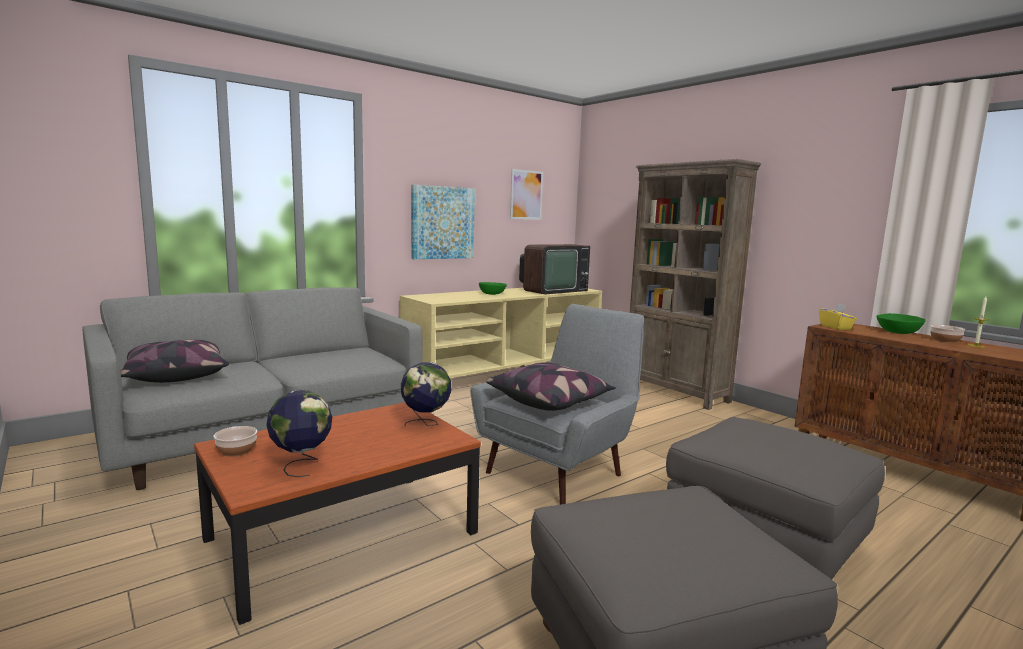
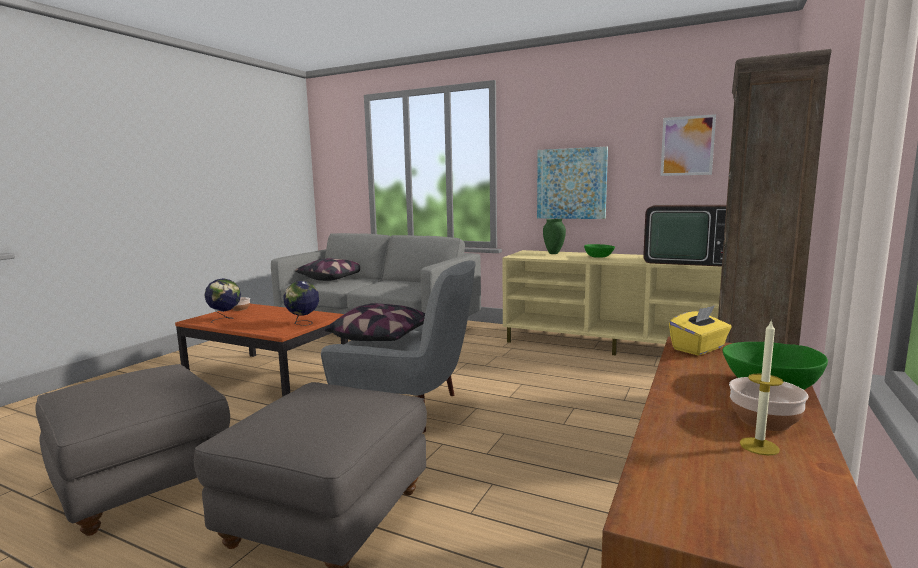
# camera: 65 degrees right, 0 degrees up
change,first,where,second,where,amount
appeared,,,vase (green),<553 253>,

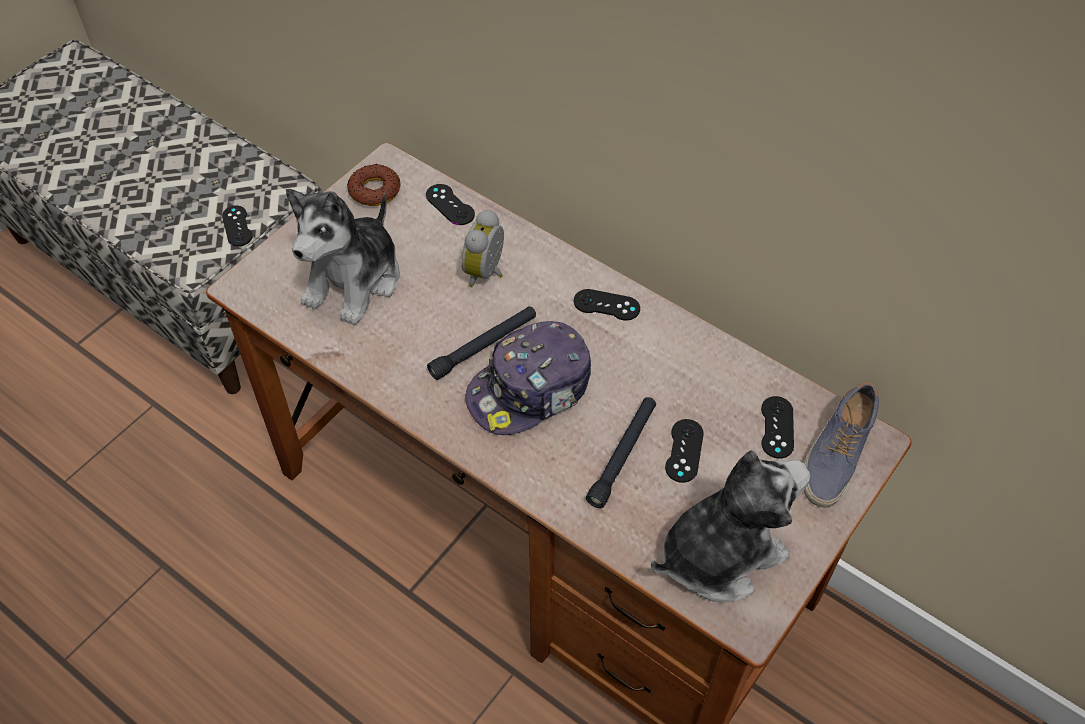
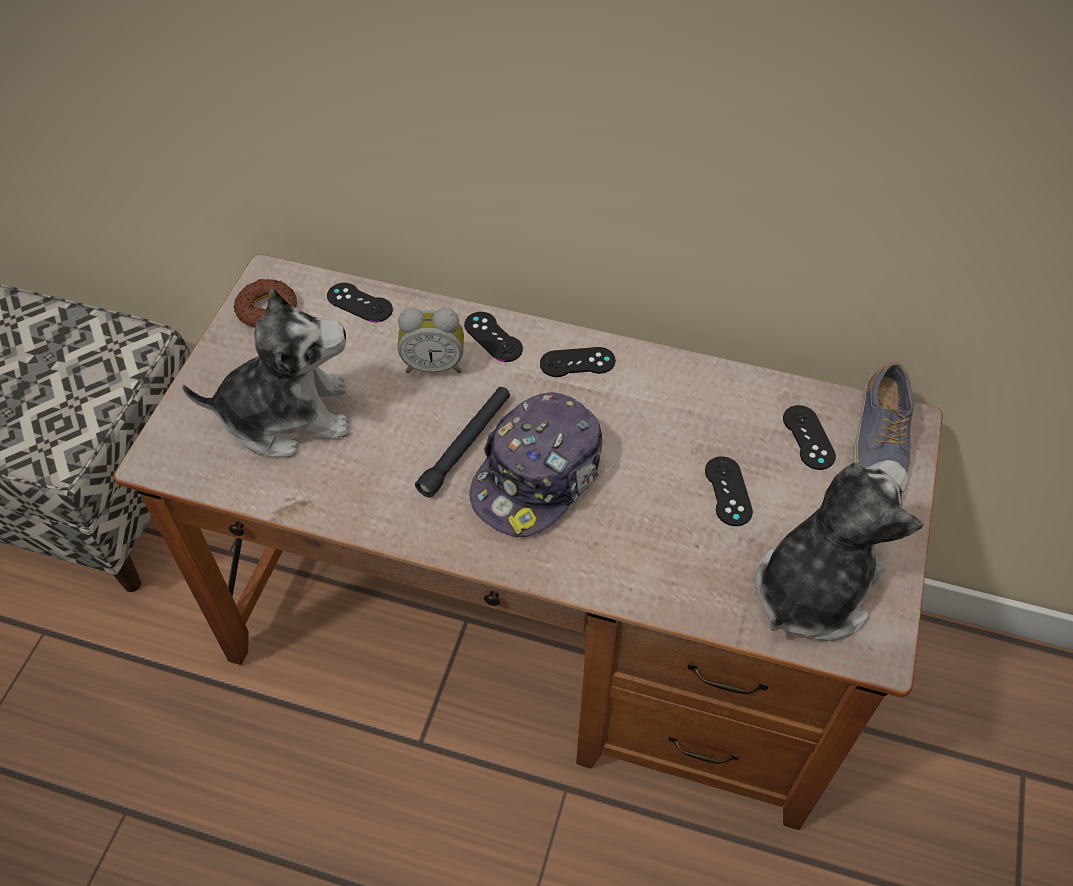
# camera: 20 degrees left, 0 degrees up
change,first,where,second,where,amount
missing,flashlight (black),<622 455>,,,
relocated,game controller (black),<237 226>,,<493 337>,
spun,plush toy,<354 281>,,<287 415>,105 degrees counterclockwise
spun,alarm clock,<487 273>,,<434 364>,90 degrees counterclockwise

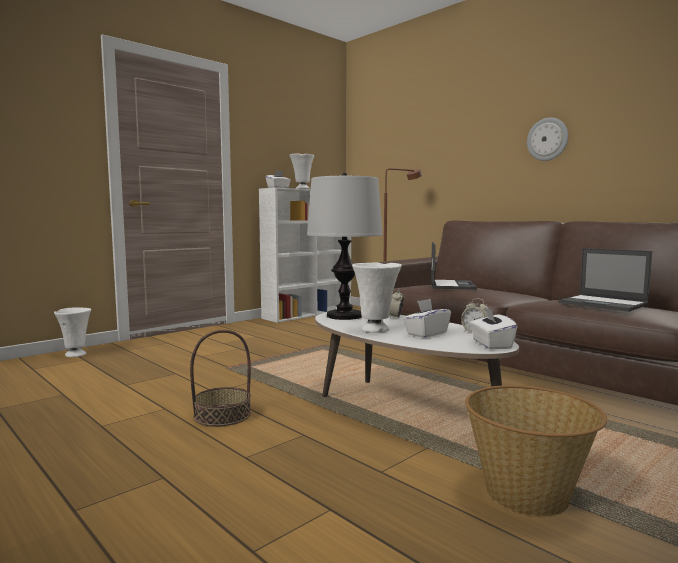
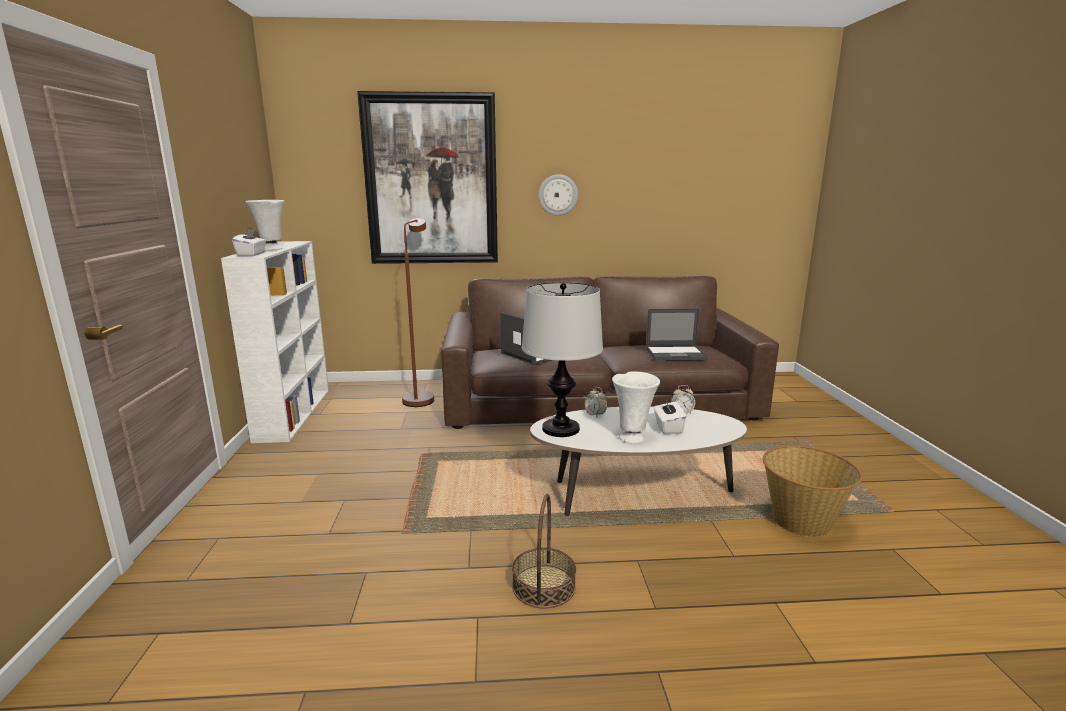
# camera: 50 degrees left, 10 degrees up
change,first,where,second,where,amount
missing,vase (white),<75 354>,,,
missing,tissue box (white),<491 344>,,,
appeared,,,picture,<431 181>,

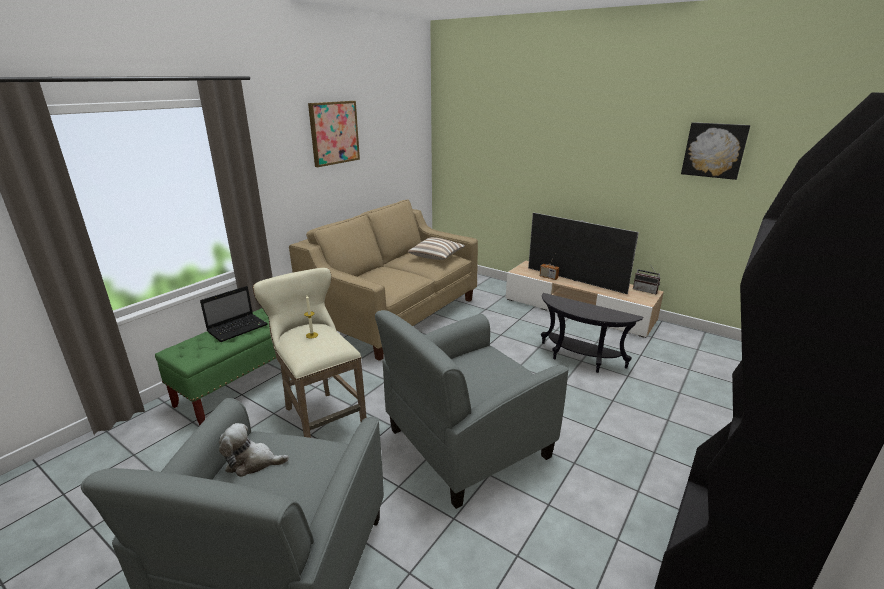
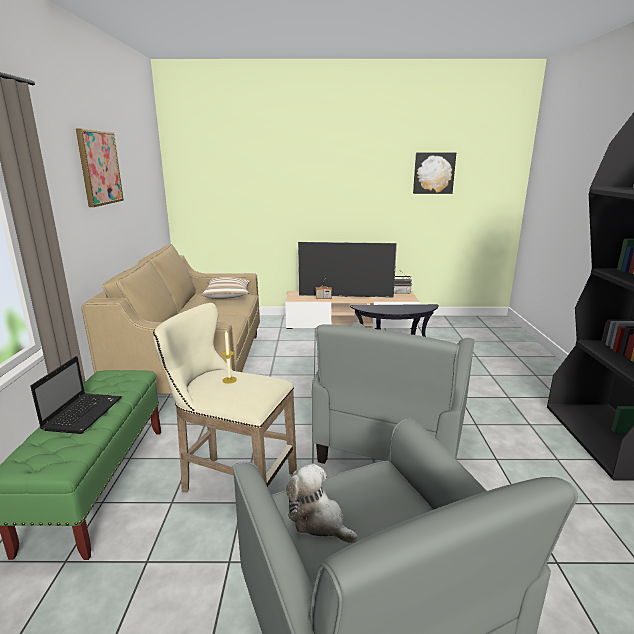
# camera: 35 degrees left, 5 degrees down
change,first,where,second,where,amount
spun,plush toy,<252 462>,,<319 520>,75 degrees clockwise

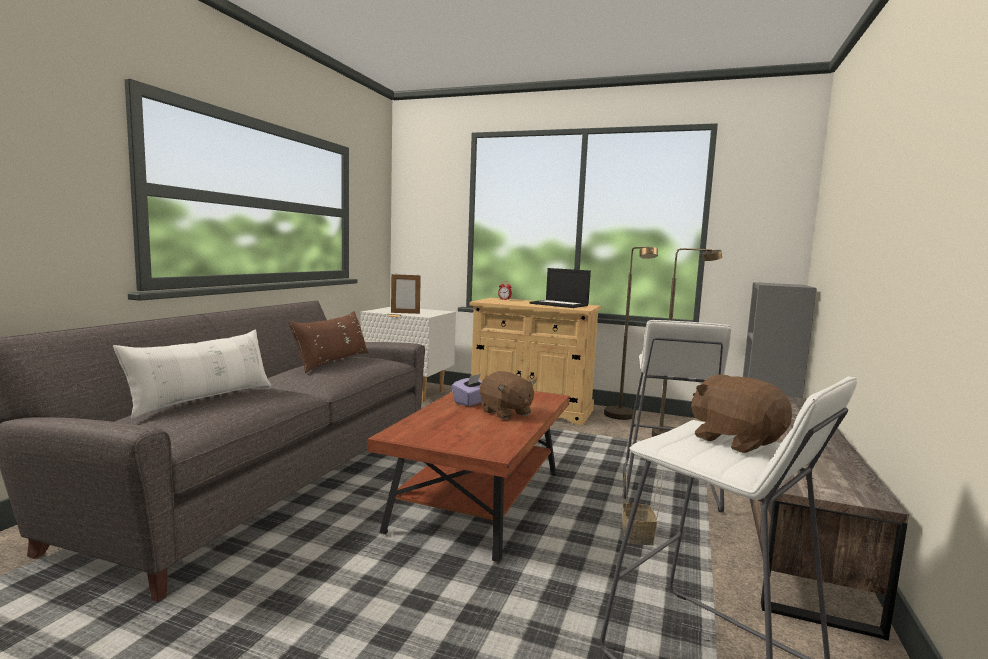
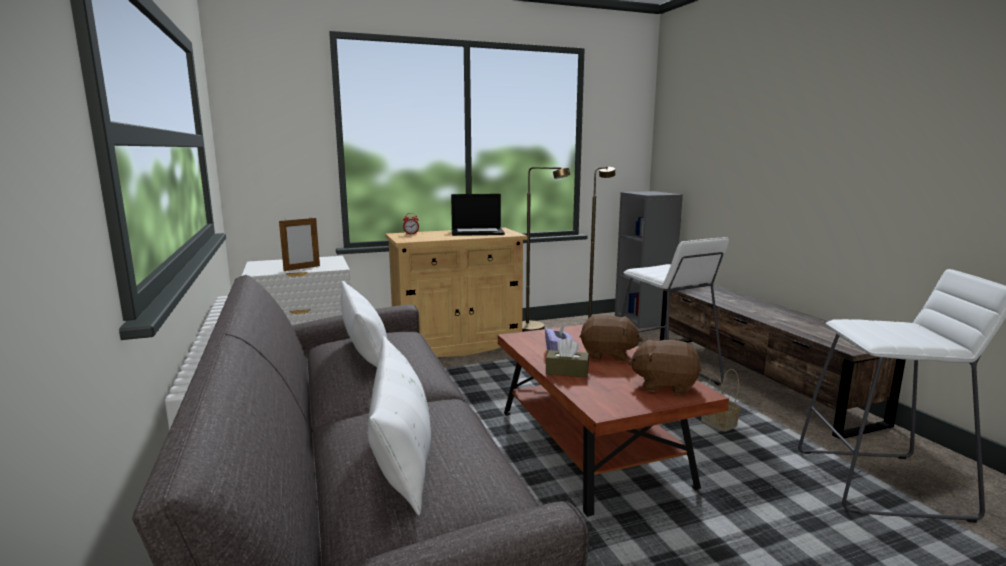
# camera: 40 degrees left, 5 degrees up
change,first,where,second,where,amount
appeared,,,tissue box (brown),<567 372>,
relocated,plush toy (brown),<735 441>,,<664 385>,
colour,pillow (brown),<333 361>,pillow (white),<365 352>,

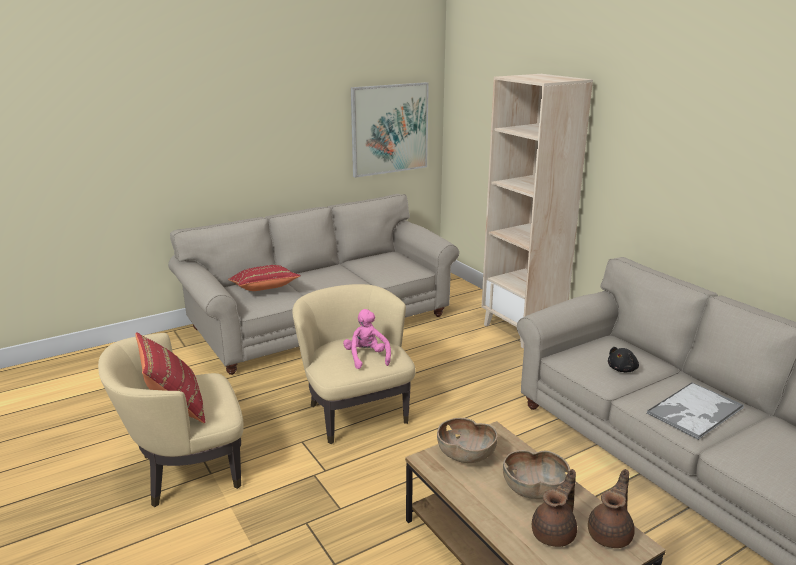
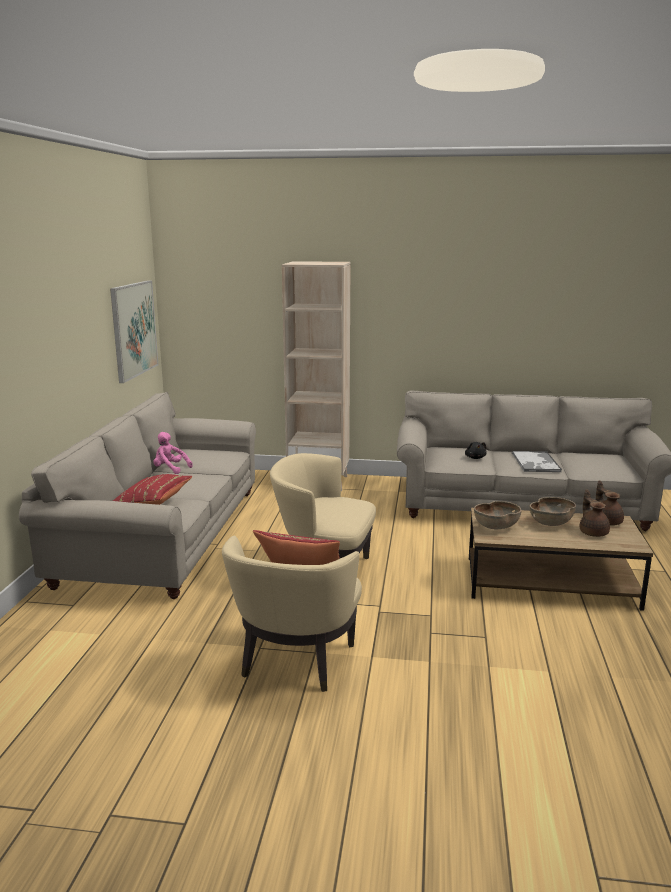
# camera: 50 degrees left, 5 degrees down
change,first,where,second,where,amount
relocated,plush toy (pink),<366 357>,,<170 469>,

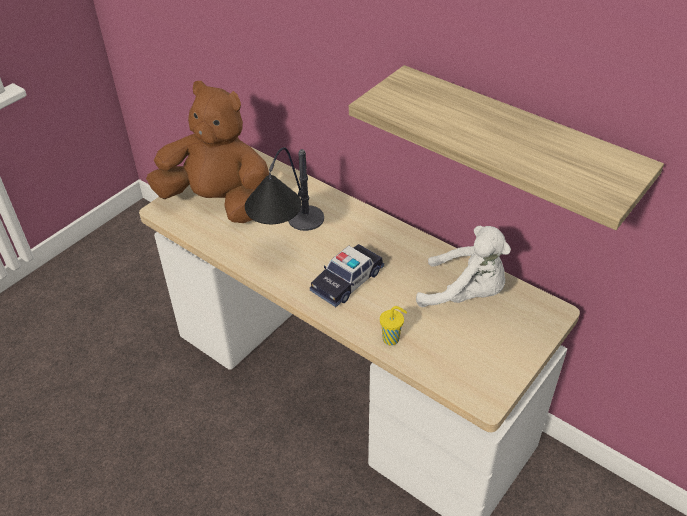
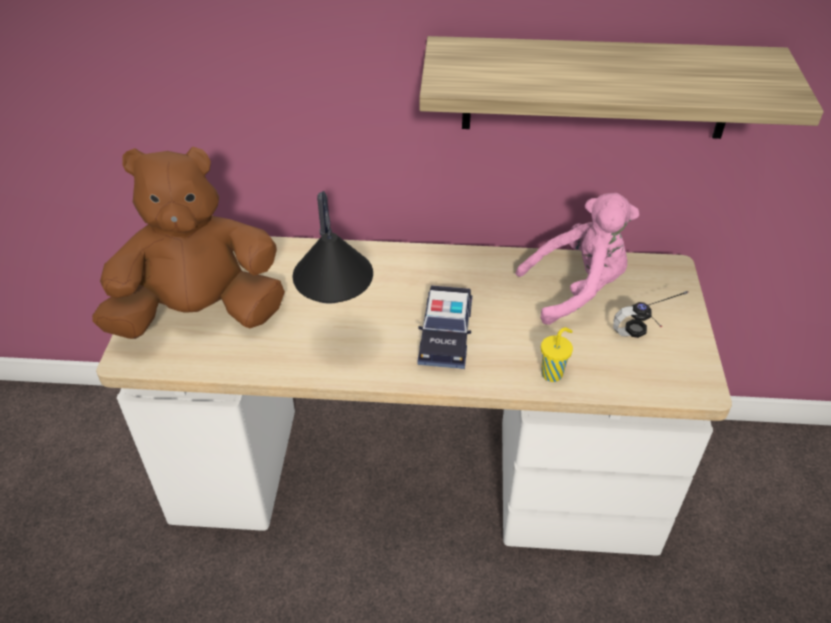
# camera: 35 degrees left, 0 degrees up
change,first,where,second,where,amount
appeared,,,headphones,<650 335>,
colour,plush toy (white),<465 293>,plush toy (pink),<576 289>,

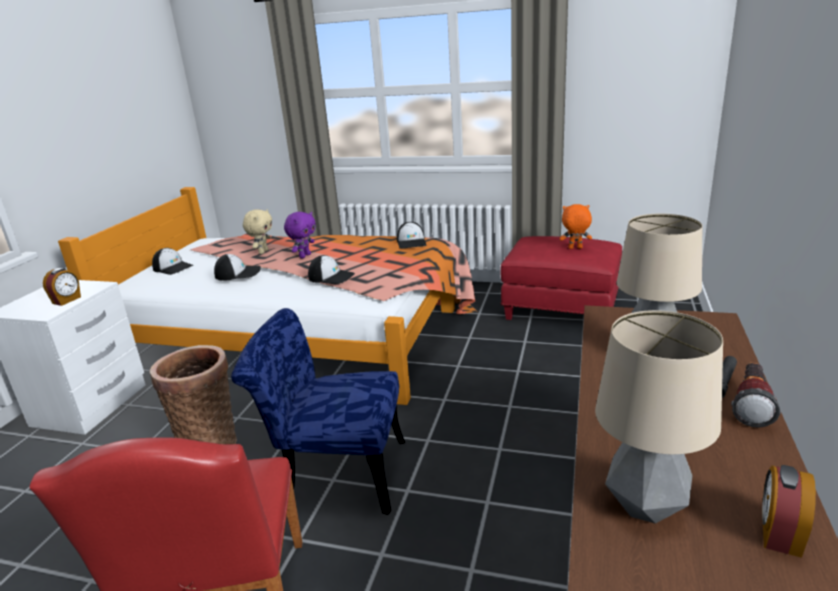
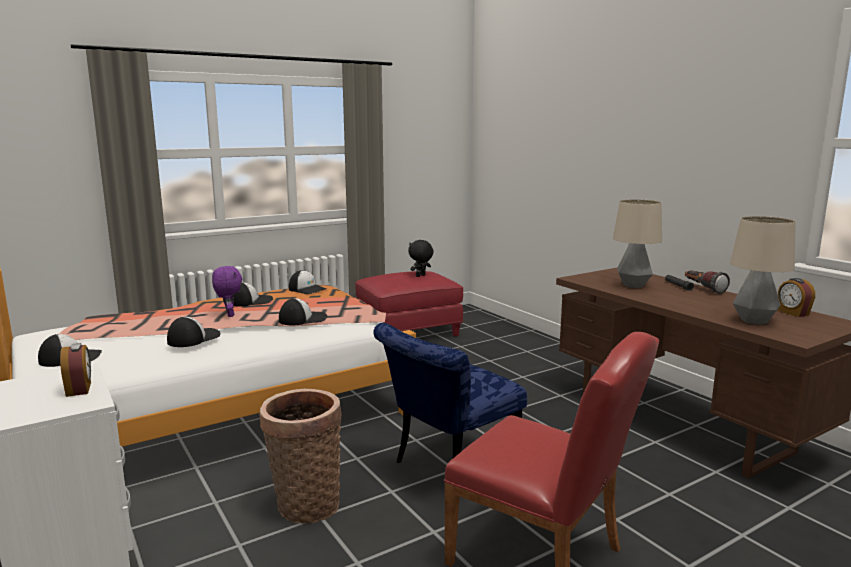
# camera: 50 degrees left, 10 degrees down
change,first,where,second,where,amount
missing,plush toy (beige),<263 251>,,,
appeared,,,cap,<250 301>,
colour,plush toy (orange),<575 248>,plush toy (black),<420 276>,

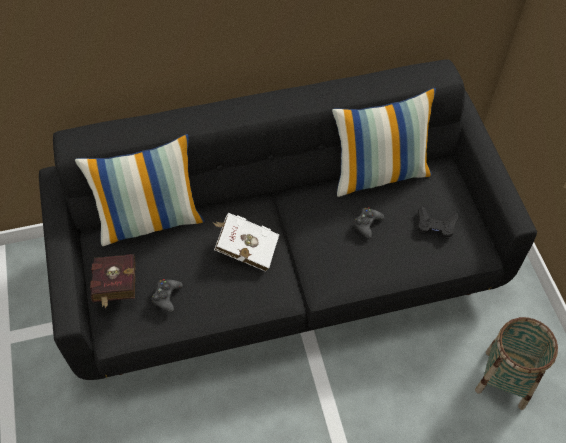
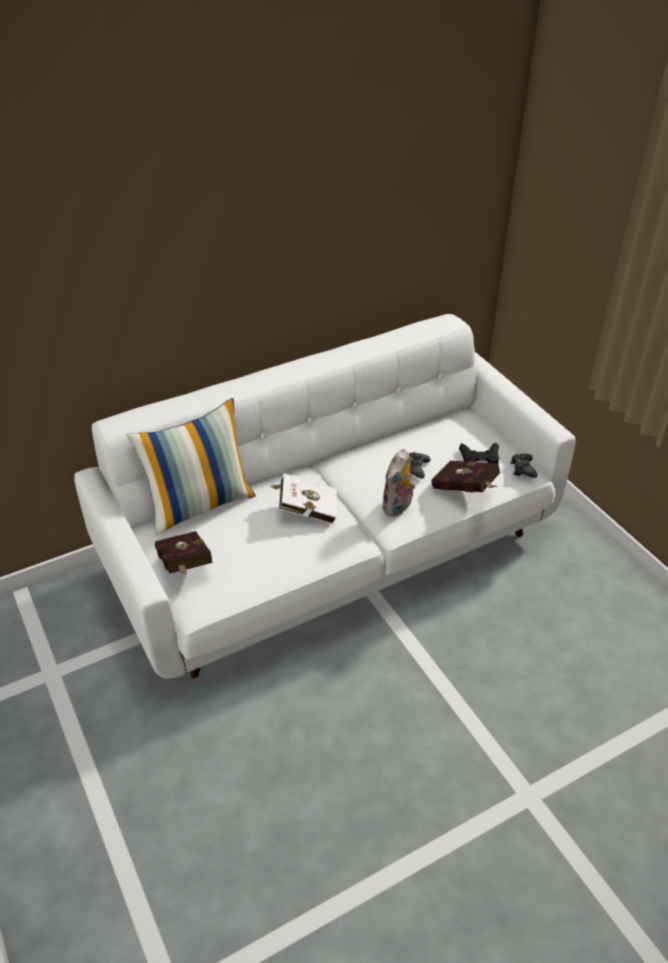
# camera: 15 degrees left, 15 degrees down
change,first,where,second,where,amount
missing,pillow,<379 173>,,,
missing,basket,<504 378>,,,
appeared,,,plush toy,<398 507>,
appeared,,,book (red),<466 490>,
relocated,game controller (black),<166 296>,,<522 469>,
colour,sofa (black),<283 270>,sofa (white),<334 551>,

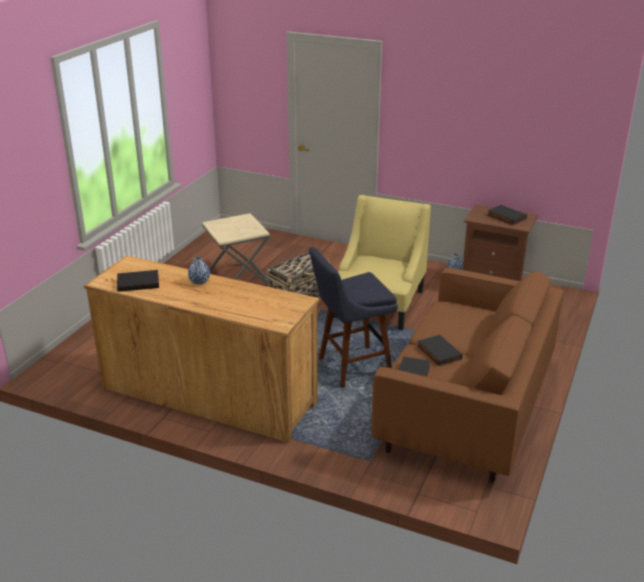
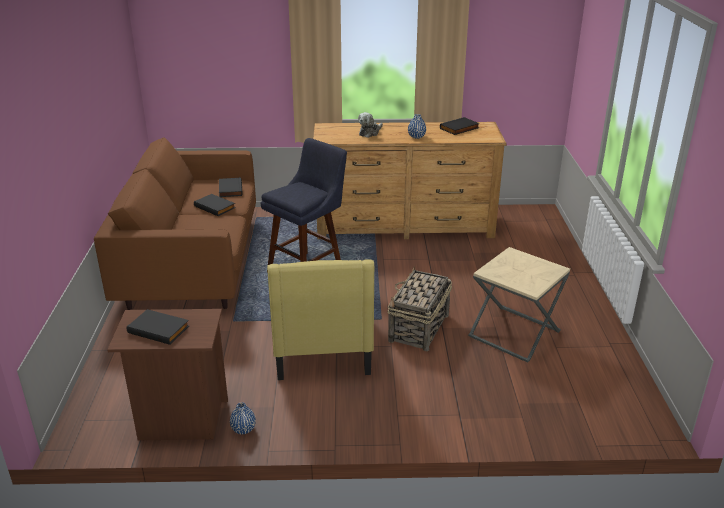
# camera: 155 degrees right, 0 degrees up
change,first,where,second,where,amount
appeared,,,plush toy,<370 133>,

